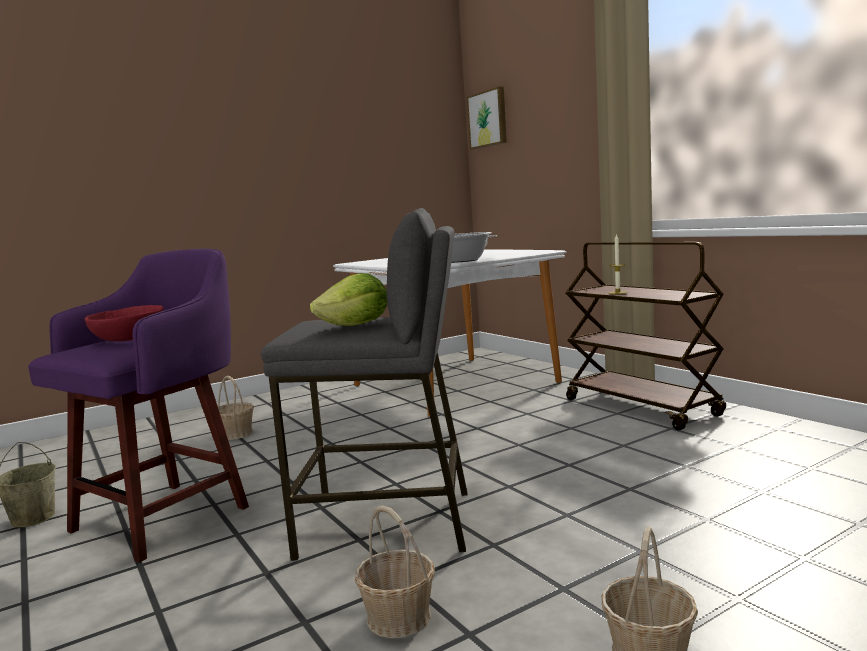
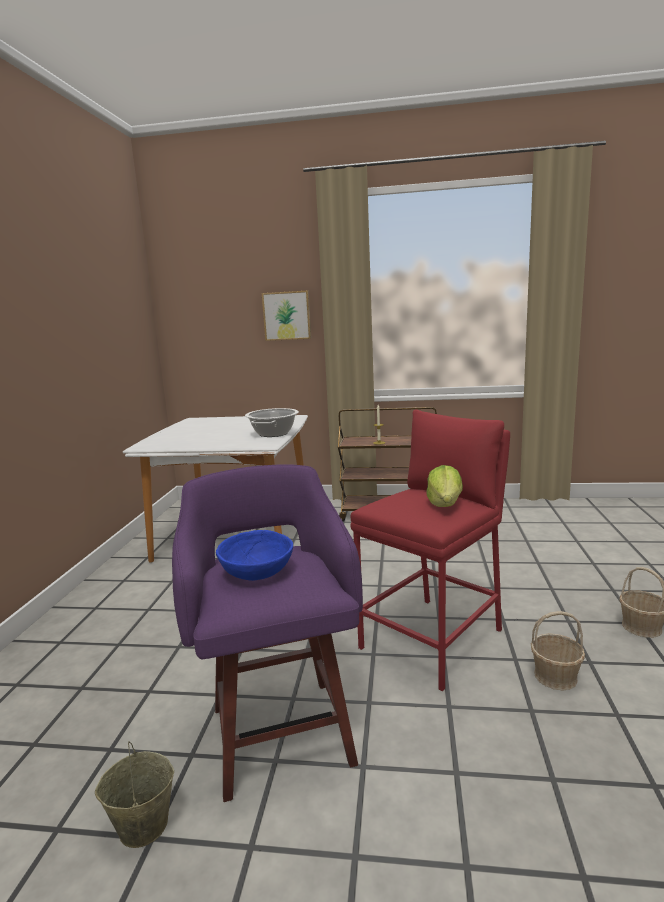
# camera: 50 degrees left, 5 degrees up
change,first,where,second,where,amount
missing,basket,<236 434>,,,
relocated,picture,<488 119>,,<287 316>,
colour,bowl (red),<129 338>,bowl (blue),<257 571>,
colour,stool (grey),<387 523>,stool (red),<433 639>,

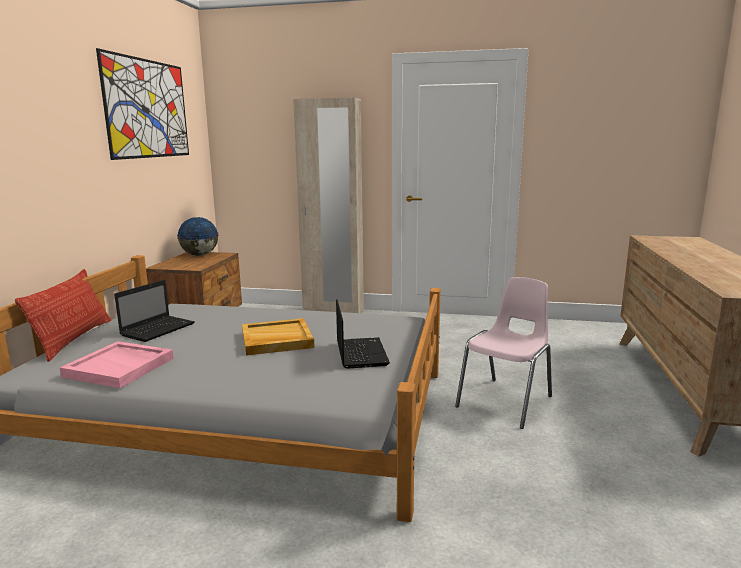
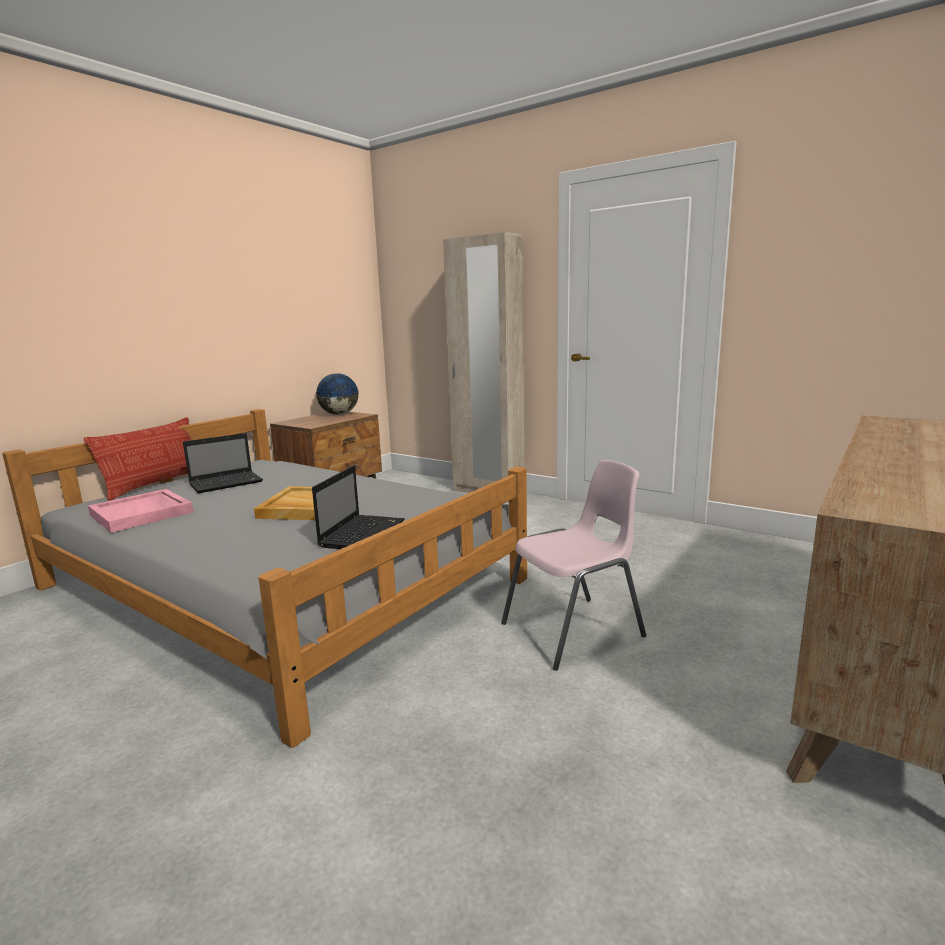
# camera: 25 degrees right, 0 degrees up
change,first,where,second,where,amount
missing,picture,<148 109>,,,

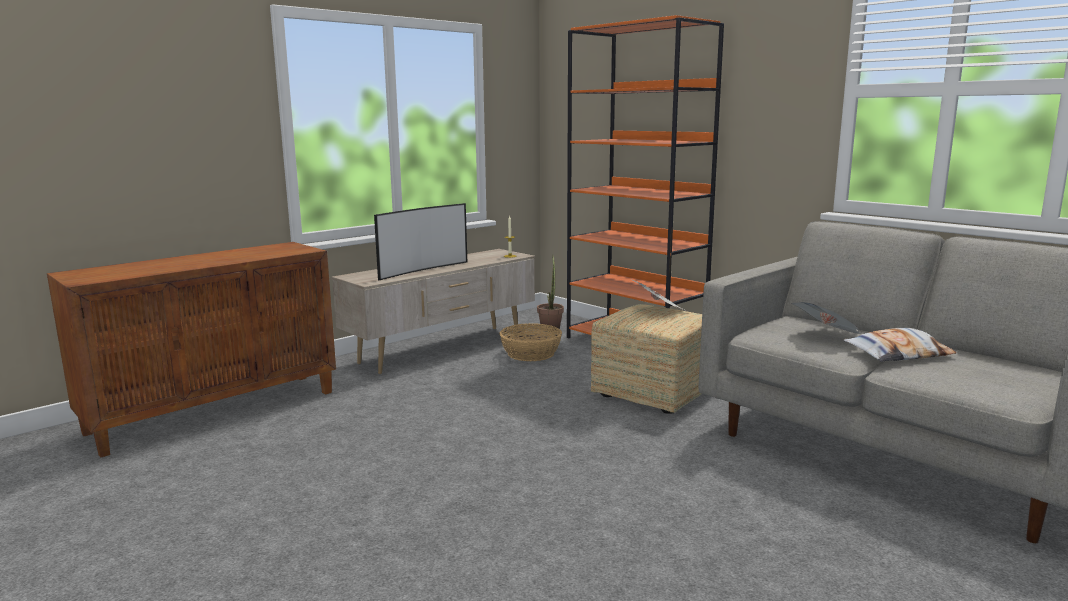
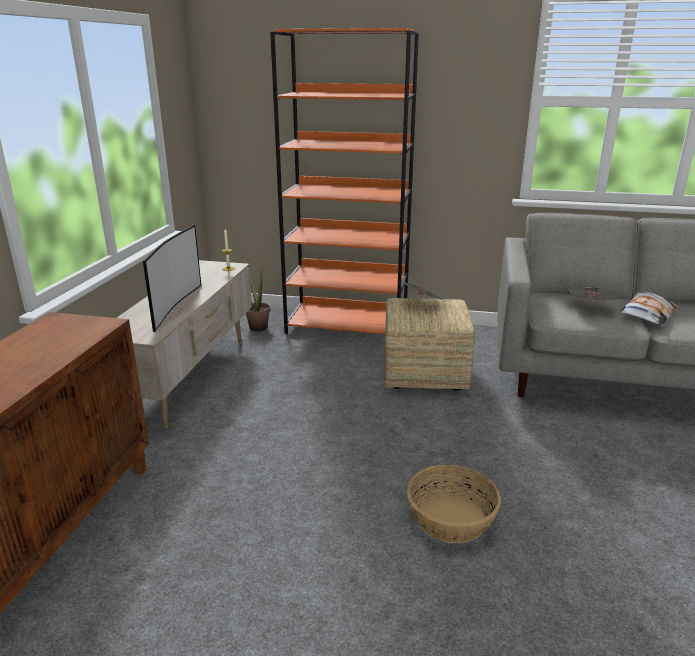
# camera: 35 degrees left, 10 degrees up
change,first,where,second,where,amount
relocated,basket,<531 353>,,<451 518>,

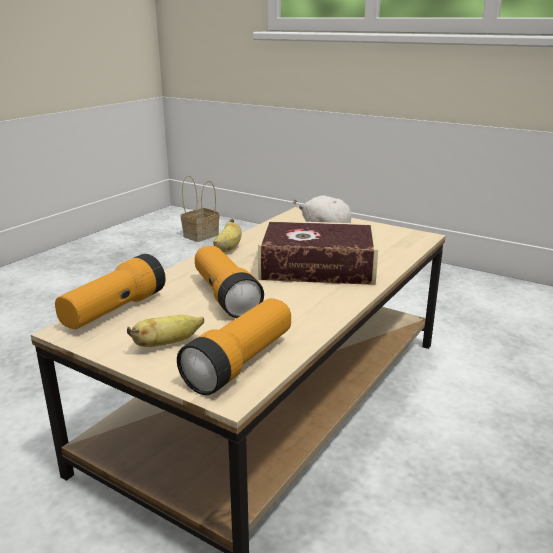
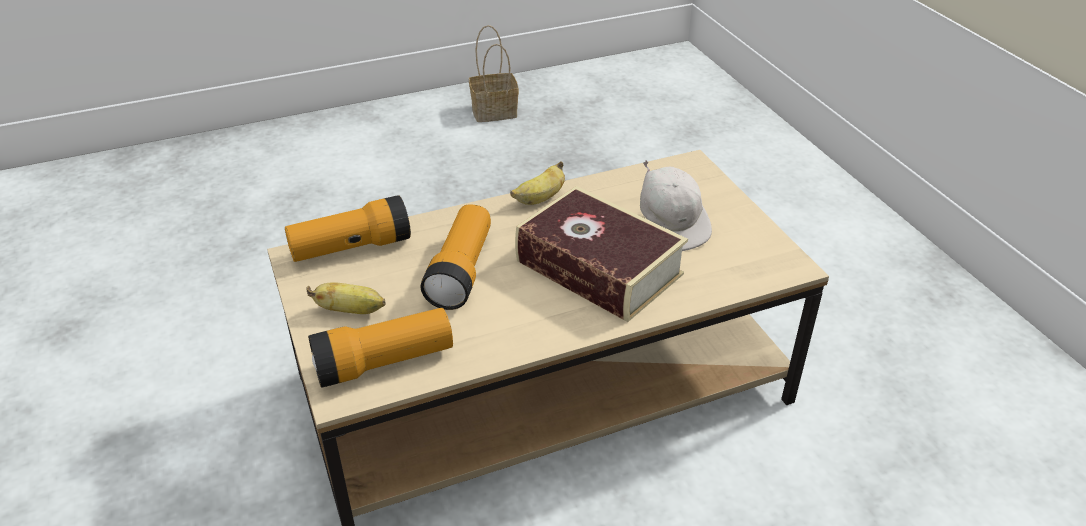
# camera: 35 degrees right, 15 degrees up
change,first,where,second,where,amount
relocated,basket,<201 235>,,<495 111>,

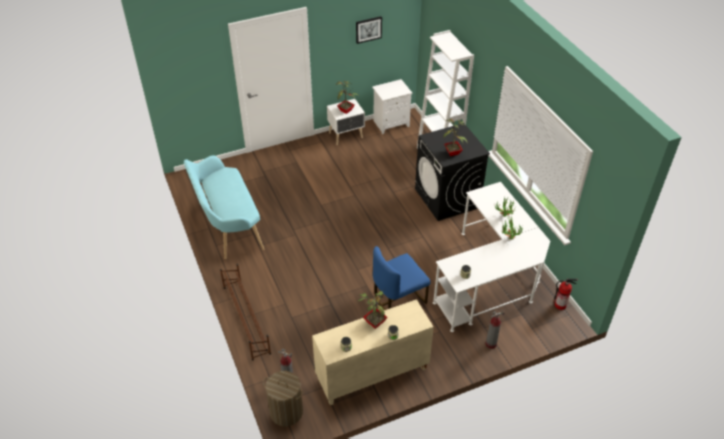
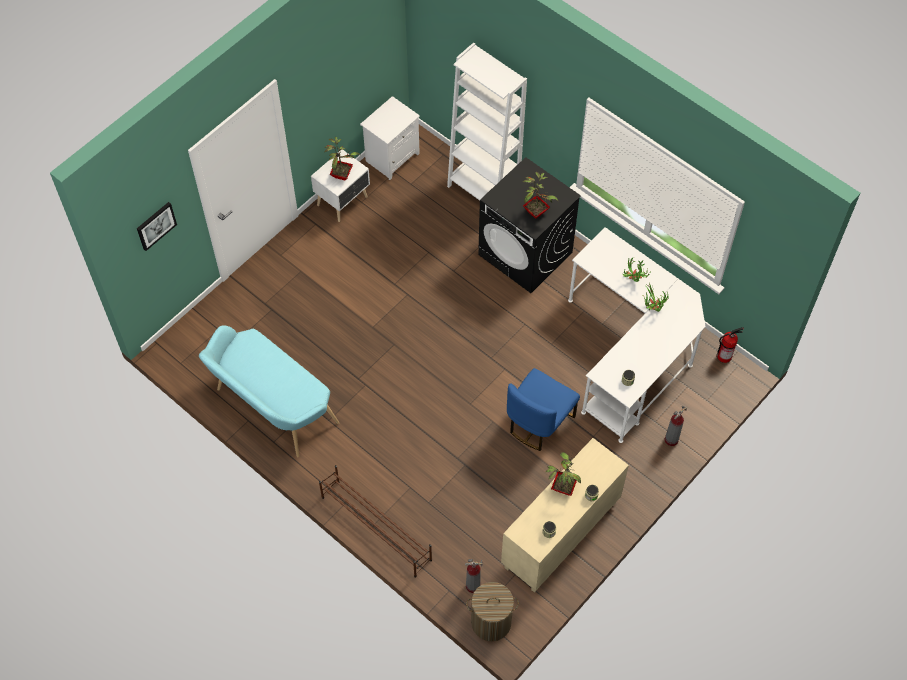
# camera: 25 degrees left, 15 degrees up
change,first,where,second,where,amount
relocated,picture,<368 29>,,<156 225>,

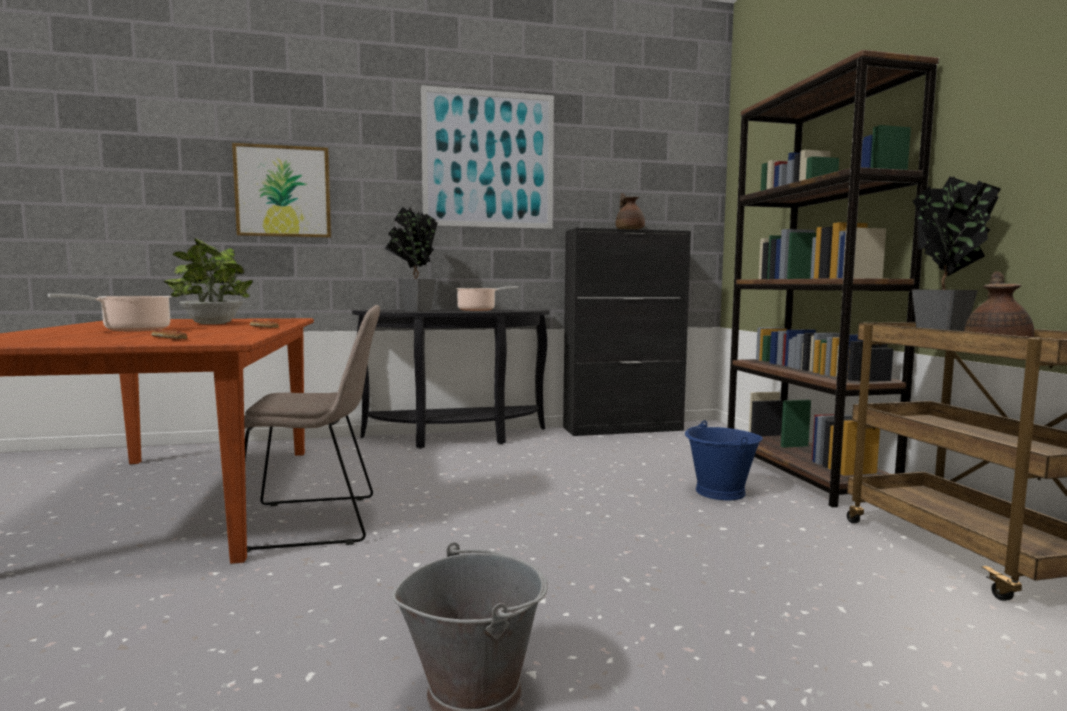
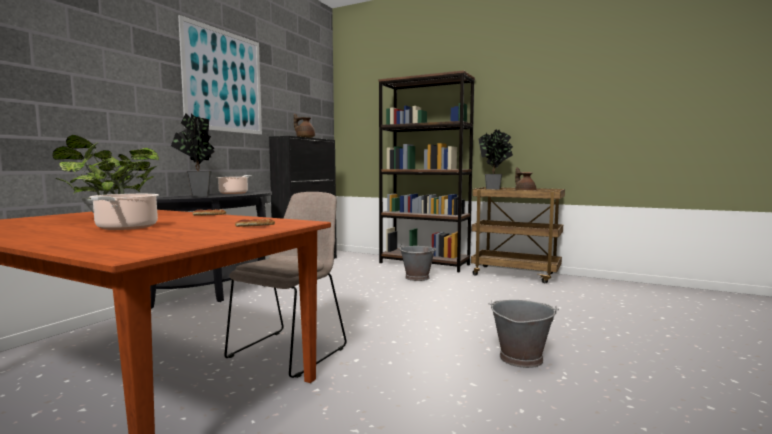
# camera: 50 degrees left, 0 degrees up
change,first,where,second,where,amount
missing,picture,<283 192>,,,
colour,bucket (blue),<720 492>,bucket (grey),<417 278>,

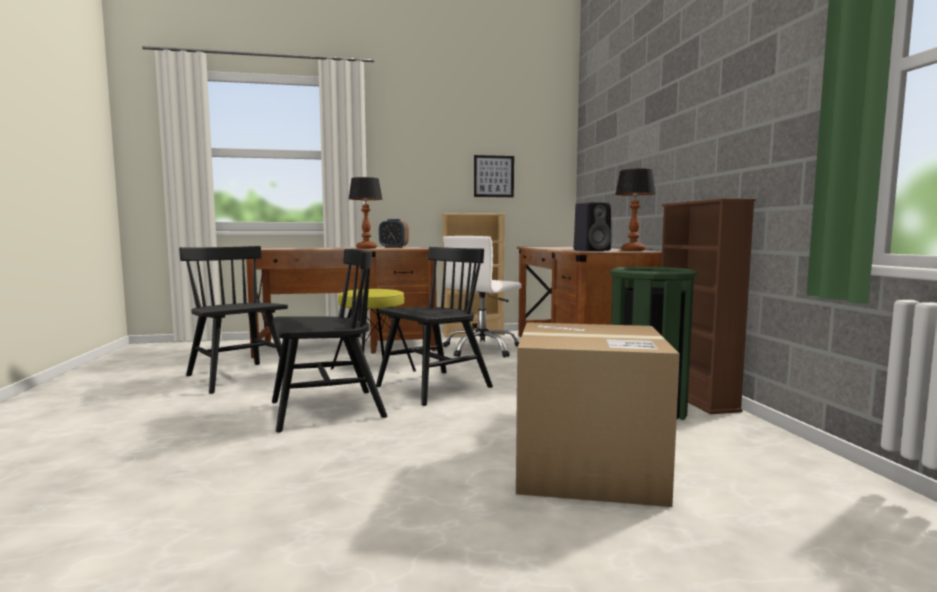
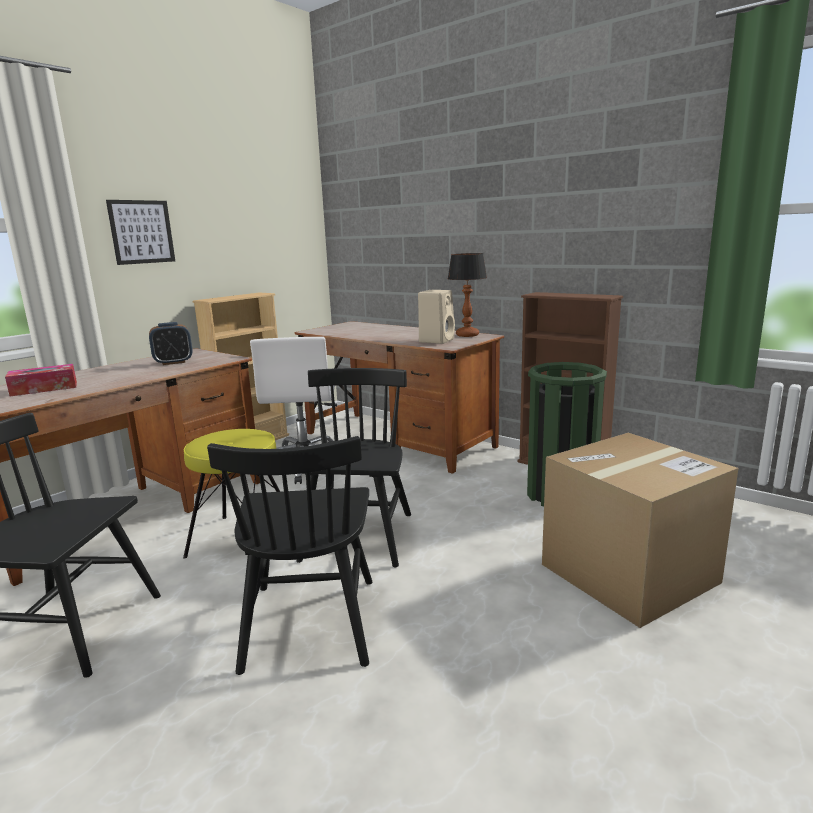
# camera: 40 degrees left, 10 degrees up
change,first,where,second,where,amount
missing,table lamp,<366 248>,,,
appeared,,,tissue box,<44 388>,
relocated,picture,<493 176>,,<141 232>,
colour,speaker (black),<592 250>,speaker (beige),<436 340>,
spun,chair (black),<326 410>,,<310 622>,150 degrees clockwise

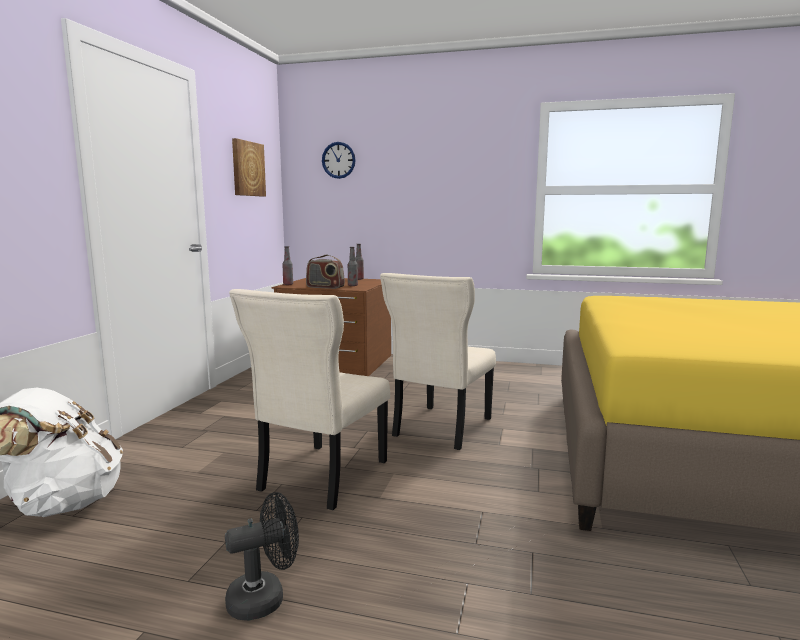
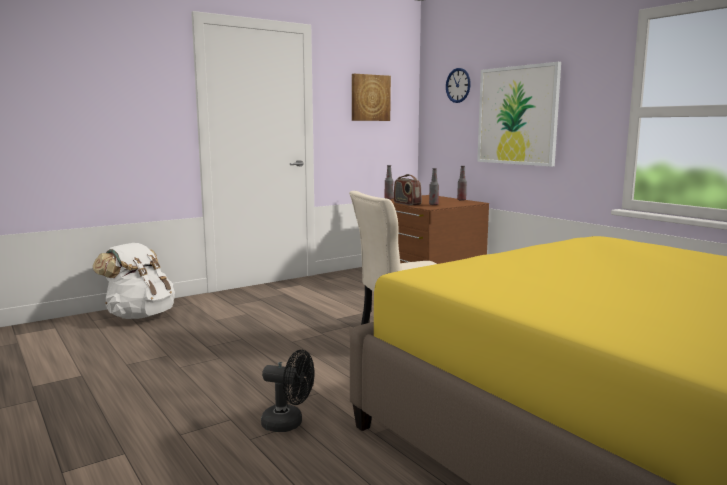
# camera: 40 degrees right, 0 degrees up
change,first,where,second,where,amount
missing,chair (beige),<320 477>,,,
appeared,,,picture,<517 115>,
relocated,fan (black),<265 598>,,<288 424>,

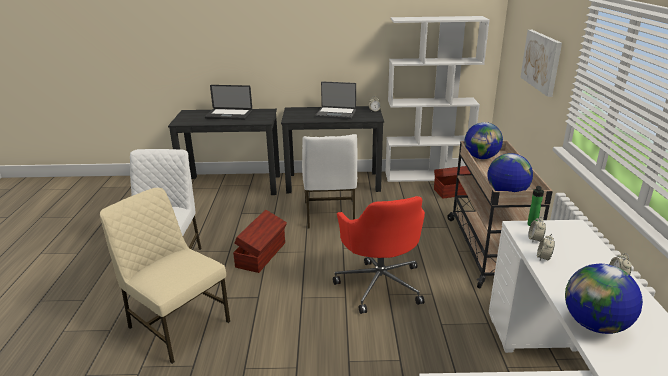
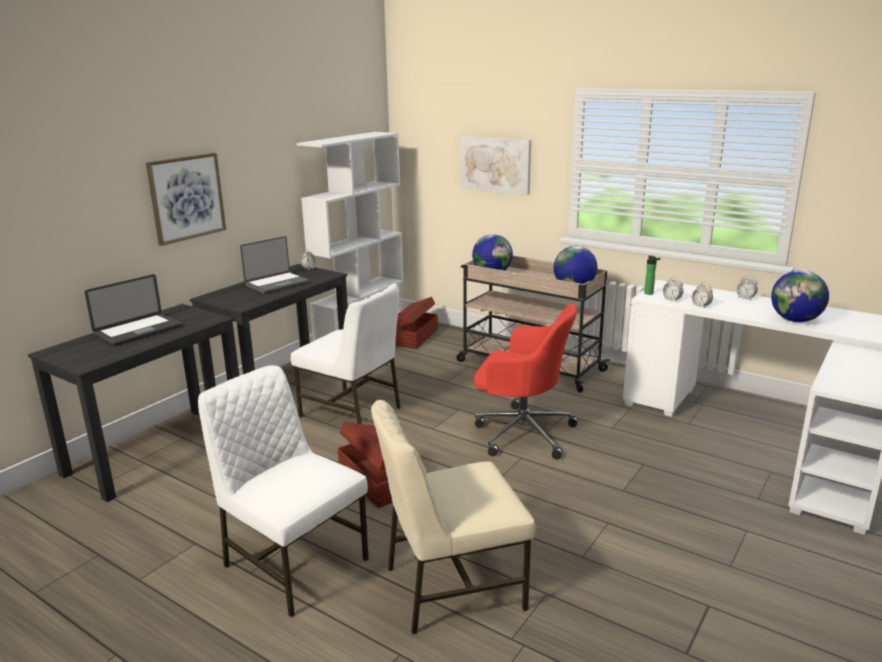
# camera: 55 degrees left, 5 degrees down
change,first,where,second,where,amount
appeared,,,picture,<186 197>,

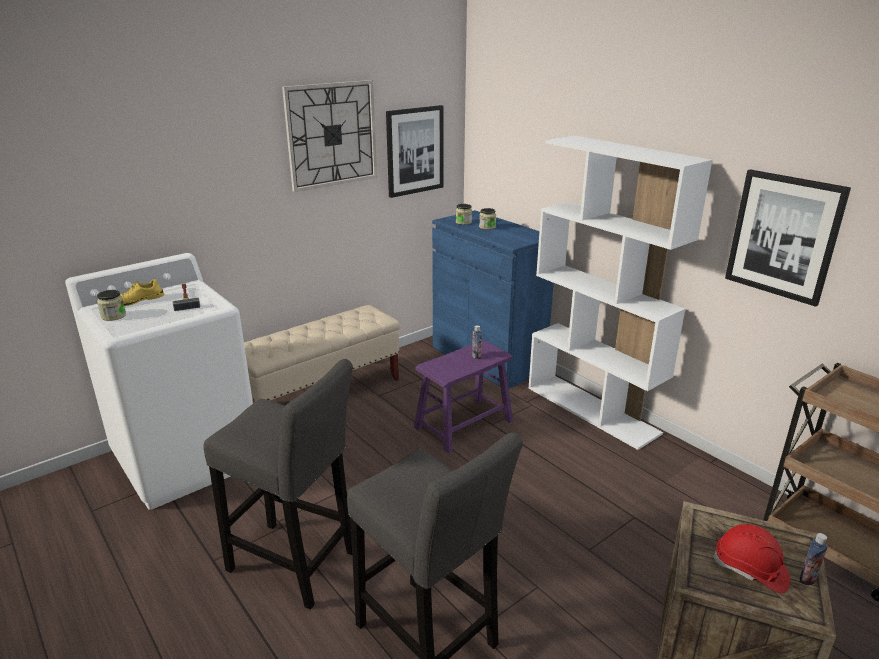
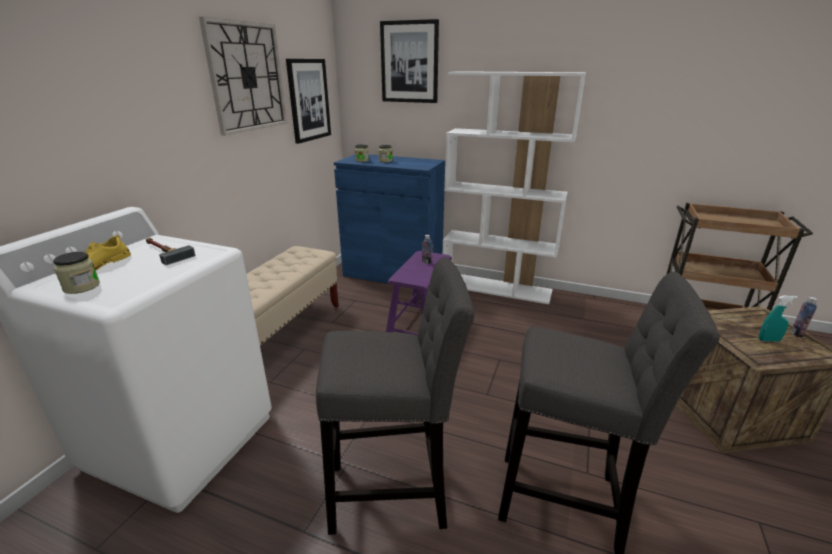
# camera: 30 degrees left, 0 degrees up
change,first,where,second,where,amount
relocated,picture,<783 236>,,<409 62>,
exchanged,hard hat (red),<750 570>,spray bottle (turquoise),<768 340>,

